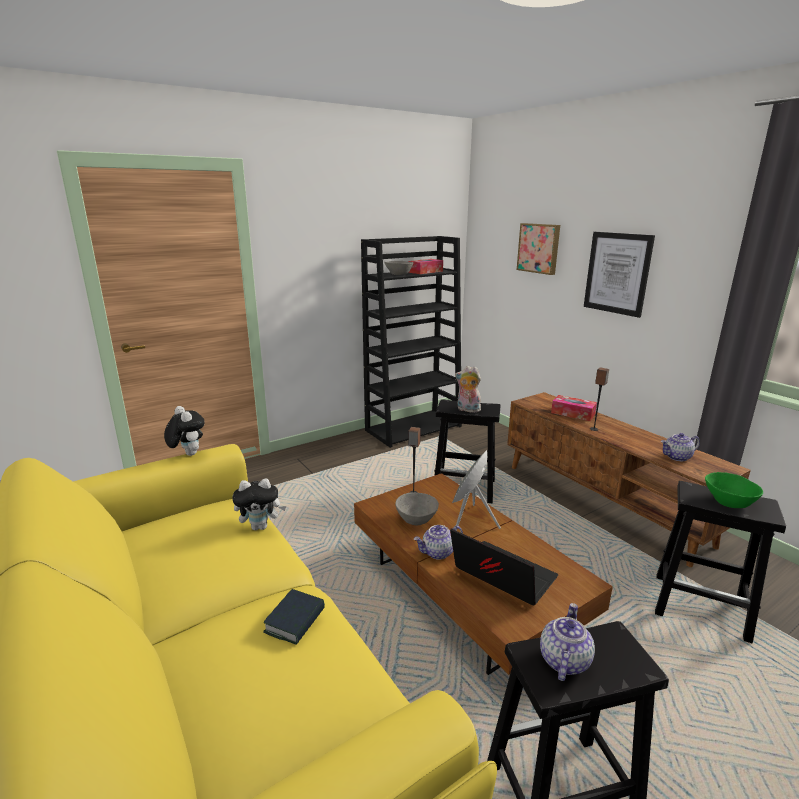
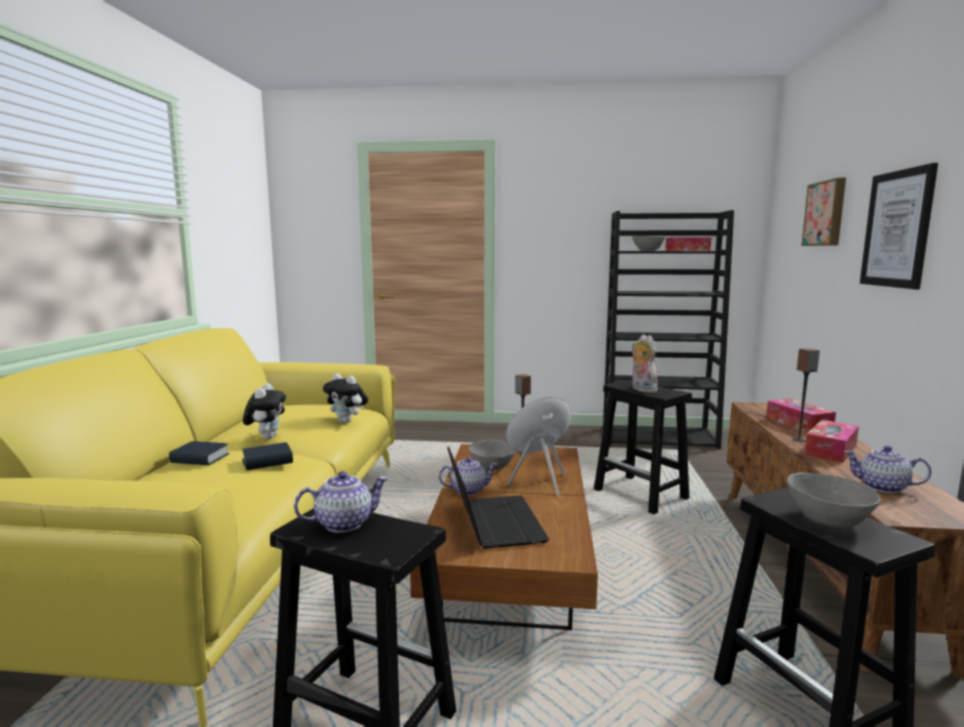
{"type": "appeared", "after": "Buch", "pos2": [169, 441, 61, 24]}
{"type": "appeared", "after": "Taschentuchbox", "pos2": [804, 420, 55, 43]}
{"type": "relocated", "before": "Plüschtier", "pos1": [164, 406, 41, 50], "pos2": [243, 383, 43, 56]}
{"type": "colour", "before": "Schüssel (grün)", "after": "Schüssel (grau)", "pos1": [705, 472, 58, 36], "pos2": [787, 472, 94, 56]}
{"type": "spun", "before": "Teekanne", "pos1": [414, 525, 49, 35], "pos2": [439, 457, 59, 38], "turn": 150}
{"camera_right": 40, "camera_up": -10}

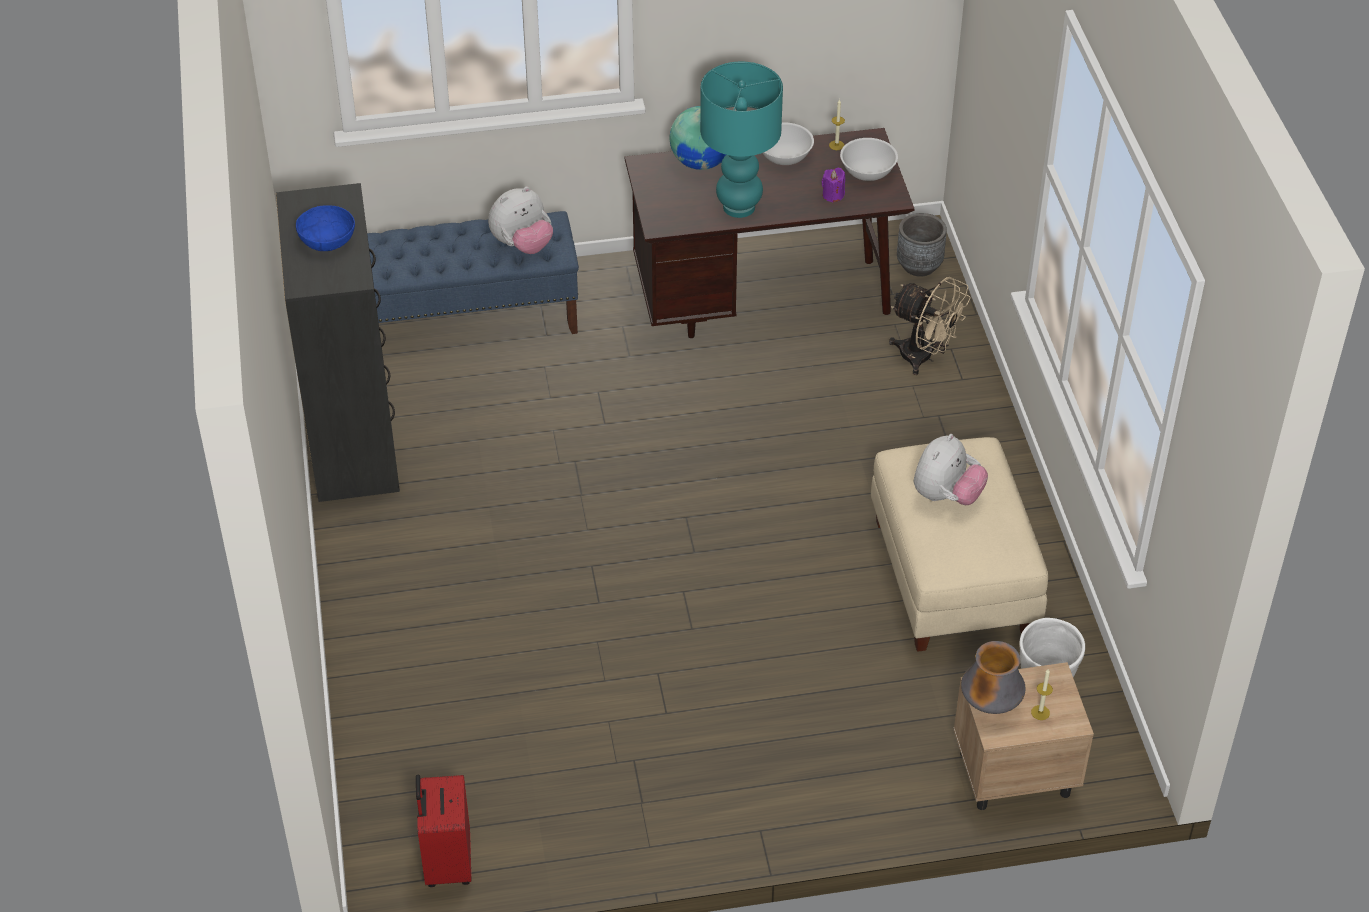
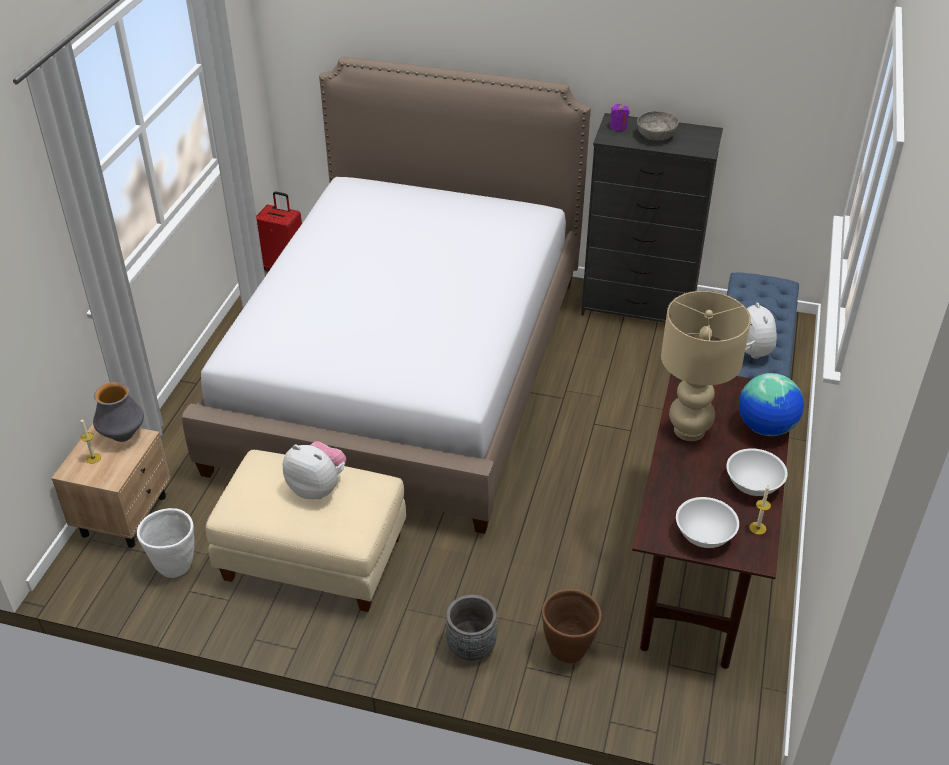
{"type": "appeared", "after": "Bett", "pos2": [182, 57, 409, 477]}
{"type": "relocated", "before": "Kerze (lila)", "pos1": [822, 168, 23, 35], "pos2": [610, 104, 20, 27]}
{"type": "relocated", "before": "Pflanzkübel (grau)", "pos1": [897, 213, 50, 64], "pos2": [446, 595, 51, 66]}
{"type": "exchanged", "before": "Ventilator (beige)", "after": "Pflanzkübel (braun)", "pos1": [889, 277, 82, 98], "pos2": [542, 589, 60, 74]}
{"type": "colour", "before": "Schüssel (blau)", "after": "Schüssel (grau)", "pos1": [296, 205, 59, 46], "pos2": [637, 111, 42, 30]}
{"type": "colour", "before": "Tischlampe (türkis)", "after": "Tischlampe (beige)", "pos1": [700, 61, 83, 157], "pos2": [661, 291, 90, 150]}
{"type": "spun", "before": "Plüschtier", "pos1": [913, 434, 75, 71], "pos2": [283, 441, 63, 58], "turn": 150}
{"camera_right": 115, "camera_up": -5}

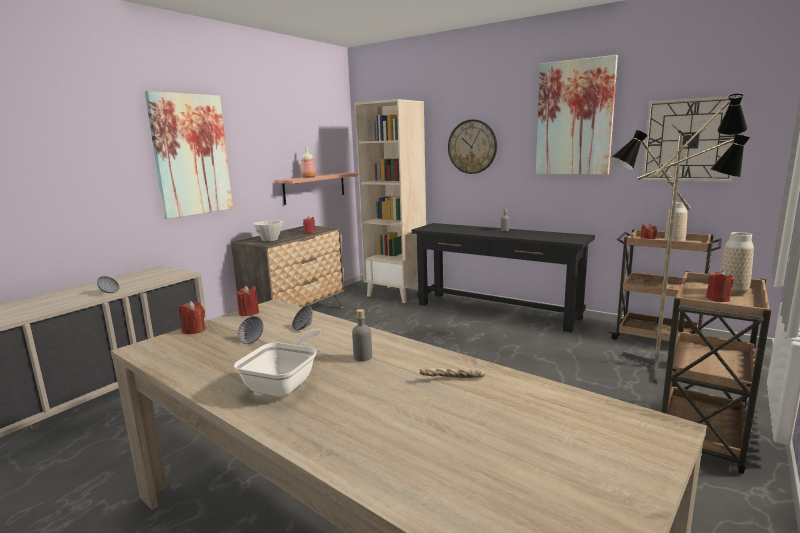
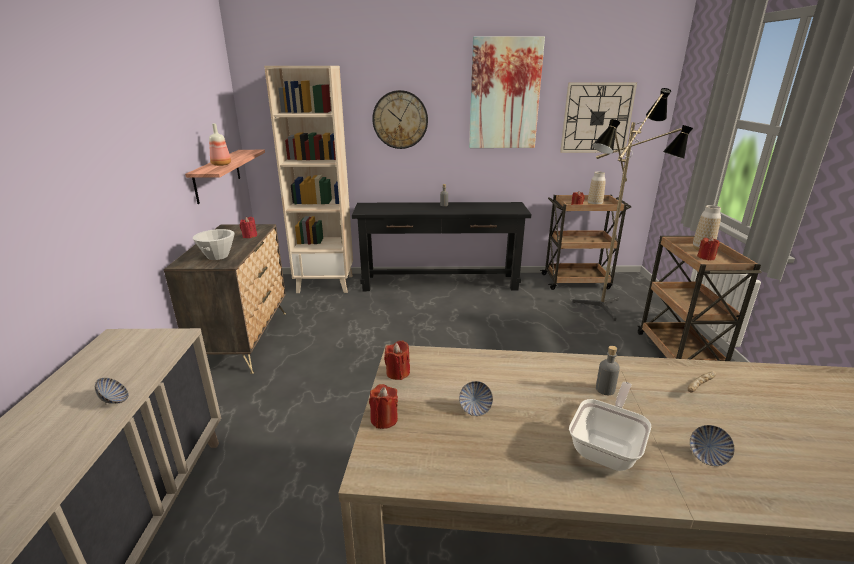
{"type": "missing", "before": "Bild", "pos1": [145, 91, 88, 128]}
{"type": "relocated", "before": "Schüssel", "pos1": [292, 306, 21, 24], "pos2": [690, 425, 45, 41]}
{"type": "spun", "before": "Pfanne", "pos1": [234, 329, 87, 68], "pos2": [569, 382, 82, 89], "turn": 45}
{"camera_right": -35, "camera_up": 10}

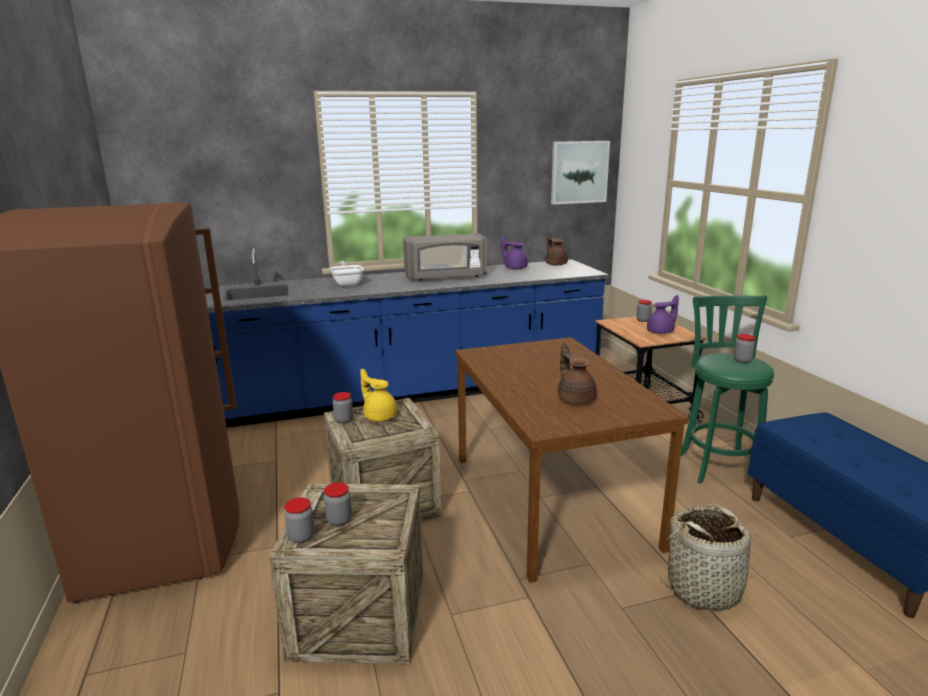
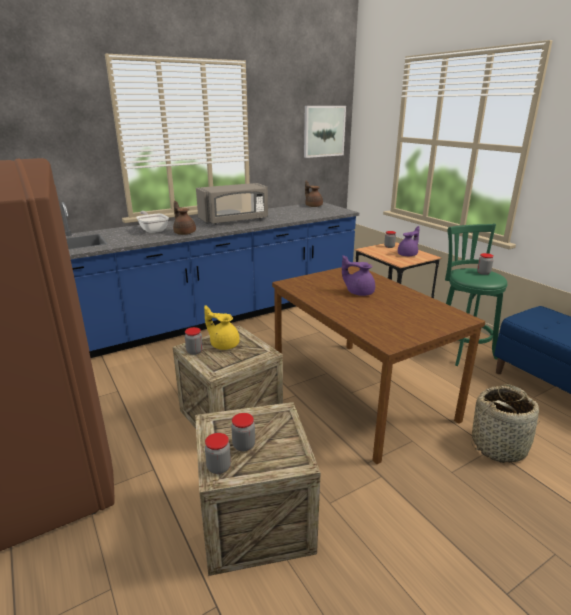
{"type": "relocated", "before": "Teekanne (lila)", "pos1": [501, 236, 27, 33], "pos2": [342, 255, 33, 41]}
{"type": "relocated", "before": "Teekanne (braun)", "pos1": [558, 342, 39, 62], "pos2": [173, 201, 23, 34]}
{"camera_right": -15, "camera_up": 5}

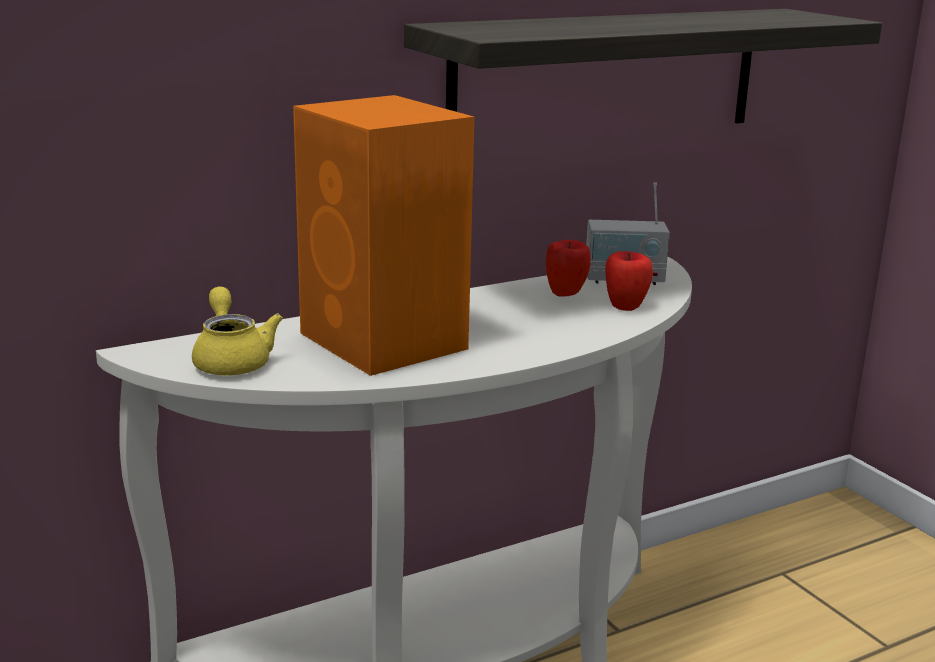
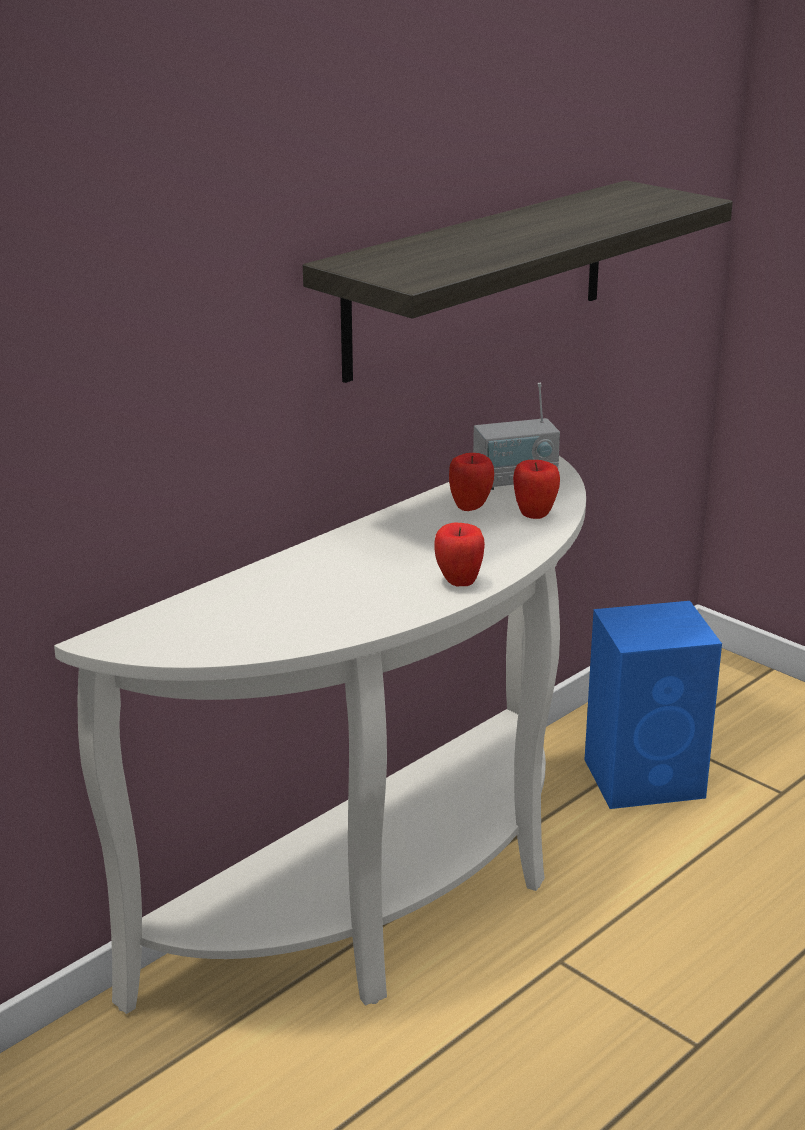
{"type": "missing", "before": "Teekanne (gelb)", "pos1": [192, 287, 91, 89]}
{"type": "missing", "before": "Lautsprecher (orange)", "pos1": [293, 95, 182, 281]}
{"type": "appeared", "after": "Apfel", "pos2": [435, 523, 50, 63]}
{"type": "appeared", "after": "Lautsprecher (blau)", "pos2": [585, 601, 137, 208]}
{"camera_right": -15, "camera_up": 5}

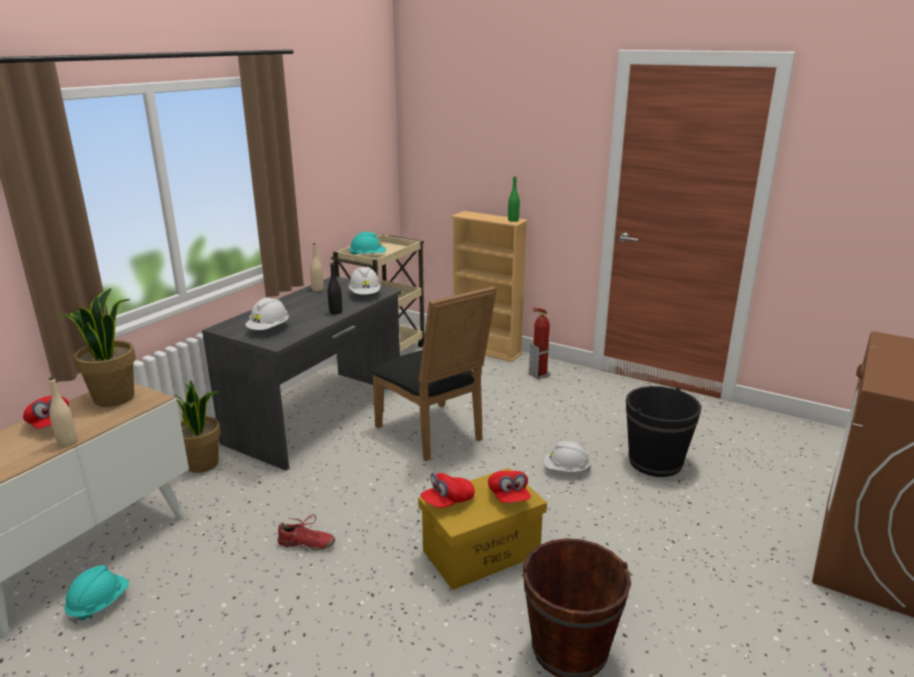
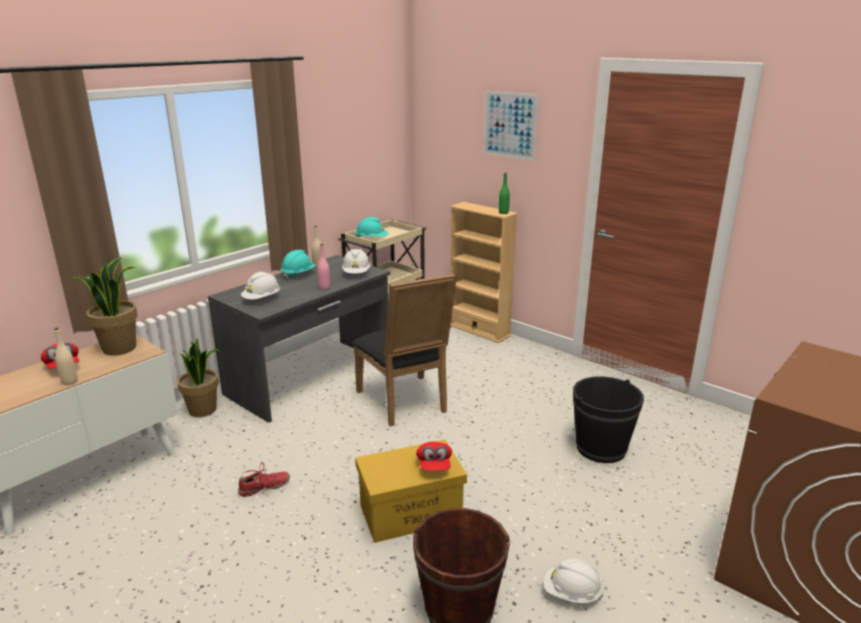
{"type": "missing", "before": "Kappe (rot)", "pos1": [420, 473, 55, 35]}
{"type": "missing", "before": "Feuerlöscher", "pos1": [529, 307, 21, 72]}
{"type": "appeared", "after": "Bild", "pos2": [484, 91, 55, 70]}
{"type": "relocated", "before": "Schutzhelm (türkis)", "pos1": [64, 565, 65, 59], "pos2": [281, 250, 35, 30]}
{"type": "relocated", "before": "Schutzhelm (weiß)", "pos1": [544, 441, 47, 31], "pos2": [544, 558, 59, 45]}
{"type": "colour", "before": "Flasche (schwarz)", "after": "Flasche (rosa)", "pos1": [328, 262, 14, 52], "pos2": [317, 244, 13, 46]}
{"type": "spun", "before": "Schuh (rot)", "pos1": [277, 514, 58, 37], "pos2": [238, 462, 52, 35], "turn": -45}
{"camera_right": 10, "camera_up": 0}

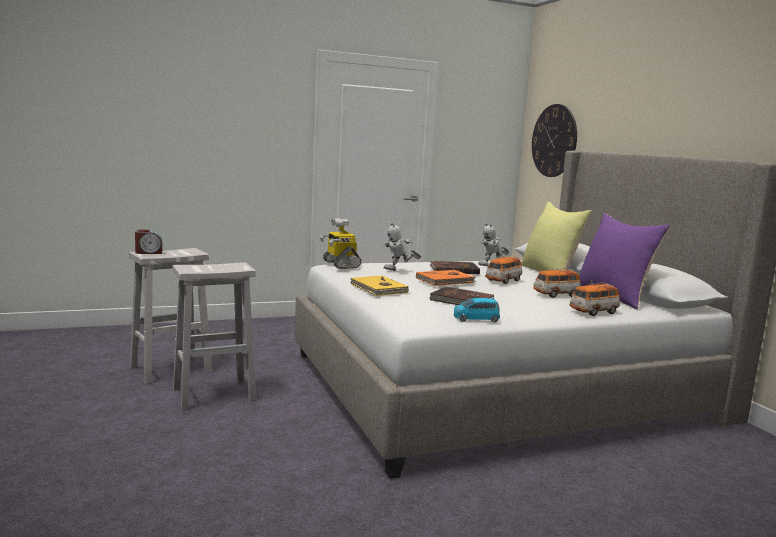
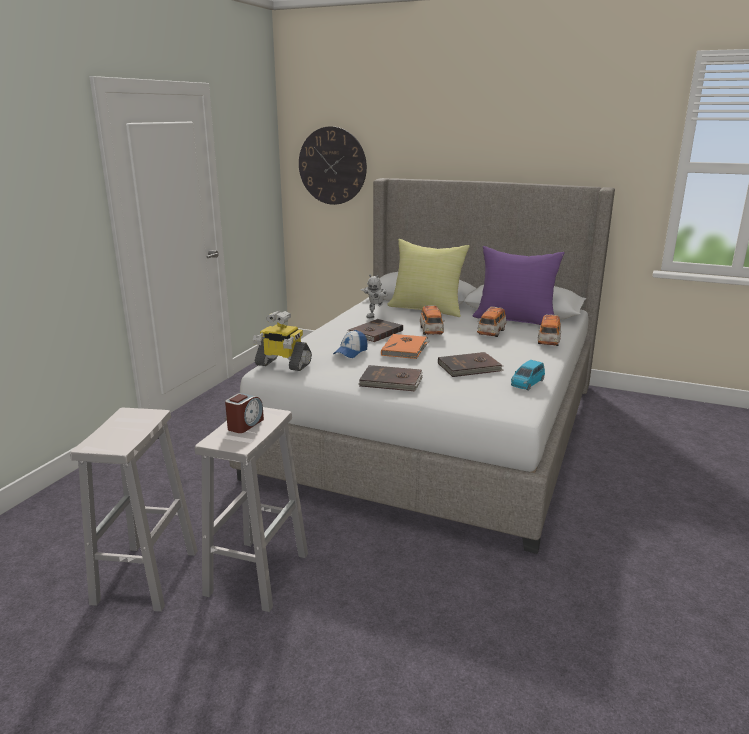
{"type": "relocated", "before": "Wecker", "pos1": [135, 230, 28, 24], "pos2": [225, 393, 39, 40]}
{"type": "exchanged", "before": "Spielzeugroboter", "after": "Kappe", "pos1": [383, 223, 38, 48], "pos2": [333, 330, 35, 28]}
{"type": "colour", "before": "Buch (gelb)", "after": "Buch (braun)", "pos1": [351, 275, 58, 21], "pos2": [358, 365, 65, 27]}
{"camera_right": -45, "camera_up": 10}

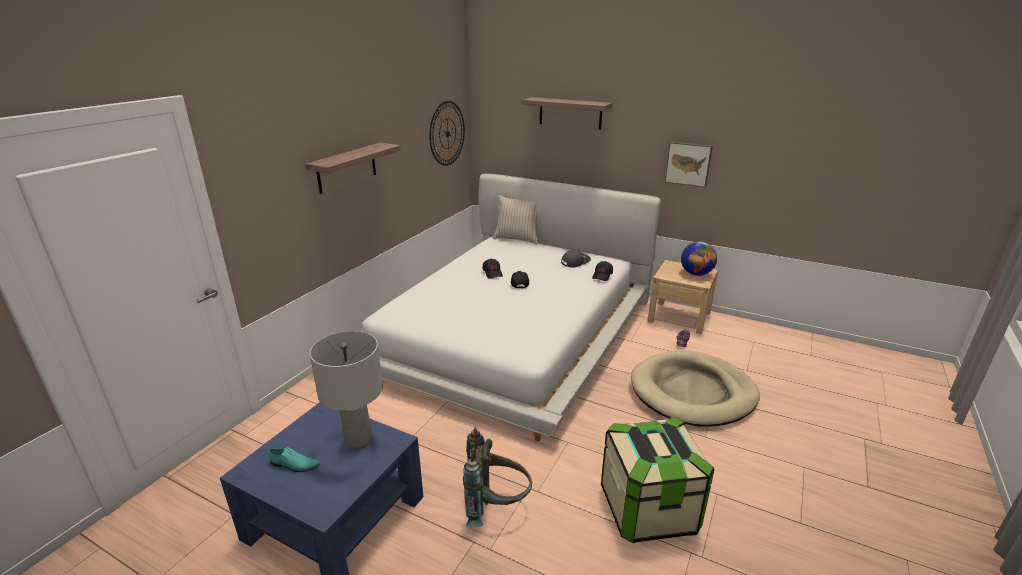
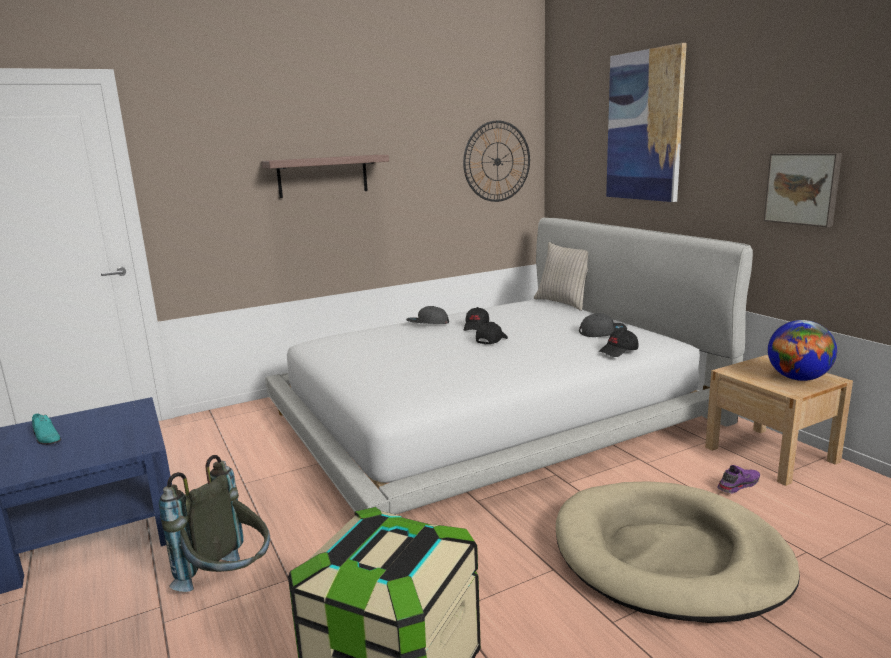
{"type": "missing", "before": "Tischlampe (grau)", "pos1": [310, 331, 73, 119]}
{"type": "appeared", "after": "Kappe (grau)", "pos2": [406, 306, 43, 18]}
{"type": "exchanged", "before": "Wandregal", "after": "Bild", "pos1": [522, 97, 91, 33], "pos2": [606, 43, 81, 159]}
{"camera_right": 35, "camera_up": -10}

